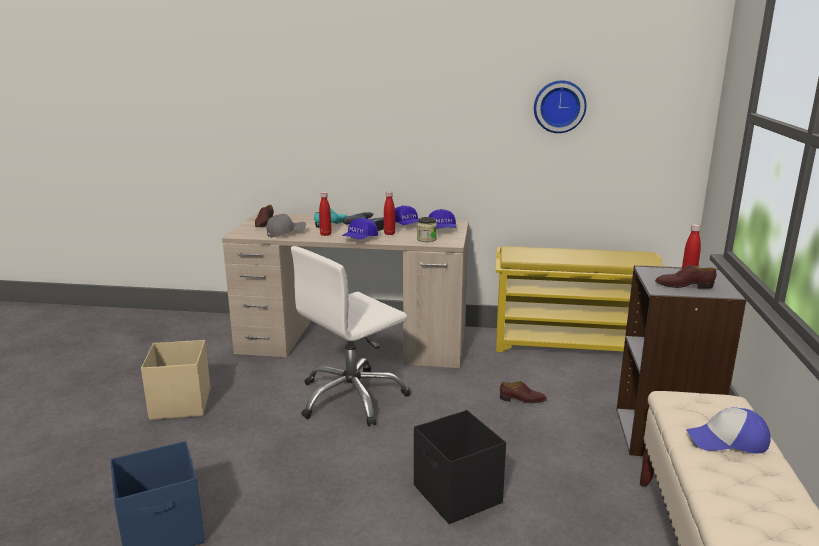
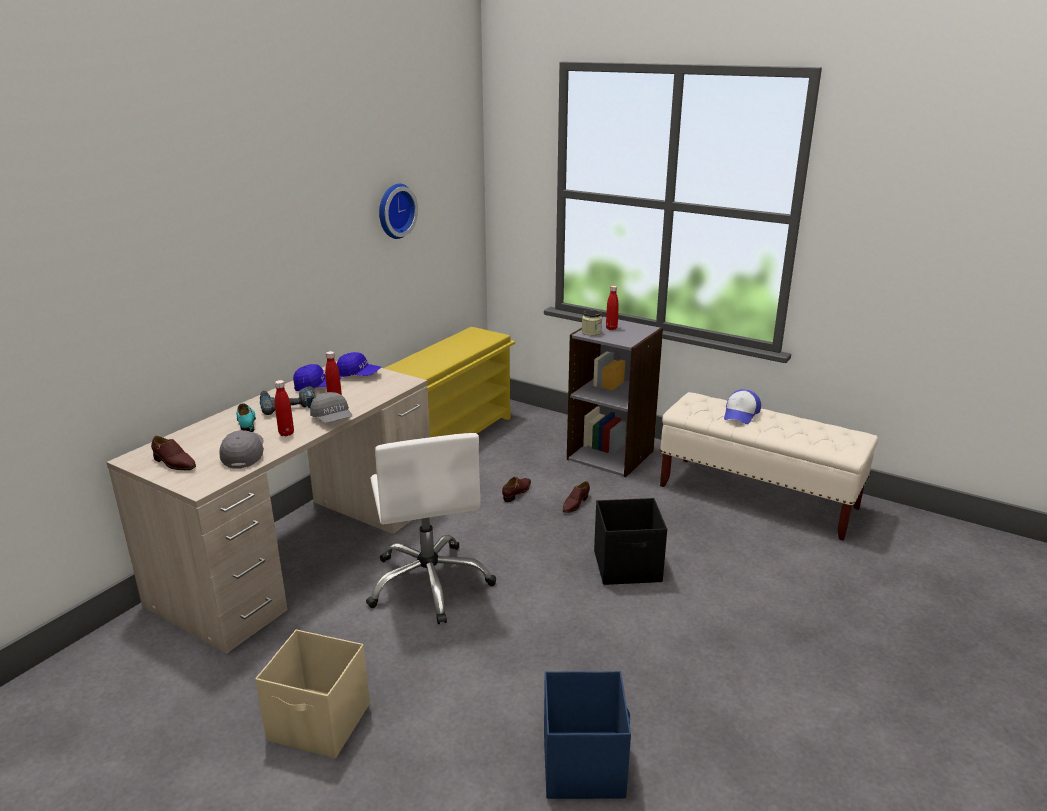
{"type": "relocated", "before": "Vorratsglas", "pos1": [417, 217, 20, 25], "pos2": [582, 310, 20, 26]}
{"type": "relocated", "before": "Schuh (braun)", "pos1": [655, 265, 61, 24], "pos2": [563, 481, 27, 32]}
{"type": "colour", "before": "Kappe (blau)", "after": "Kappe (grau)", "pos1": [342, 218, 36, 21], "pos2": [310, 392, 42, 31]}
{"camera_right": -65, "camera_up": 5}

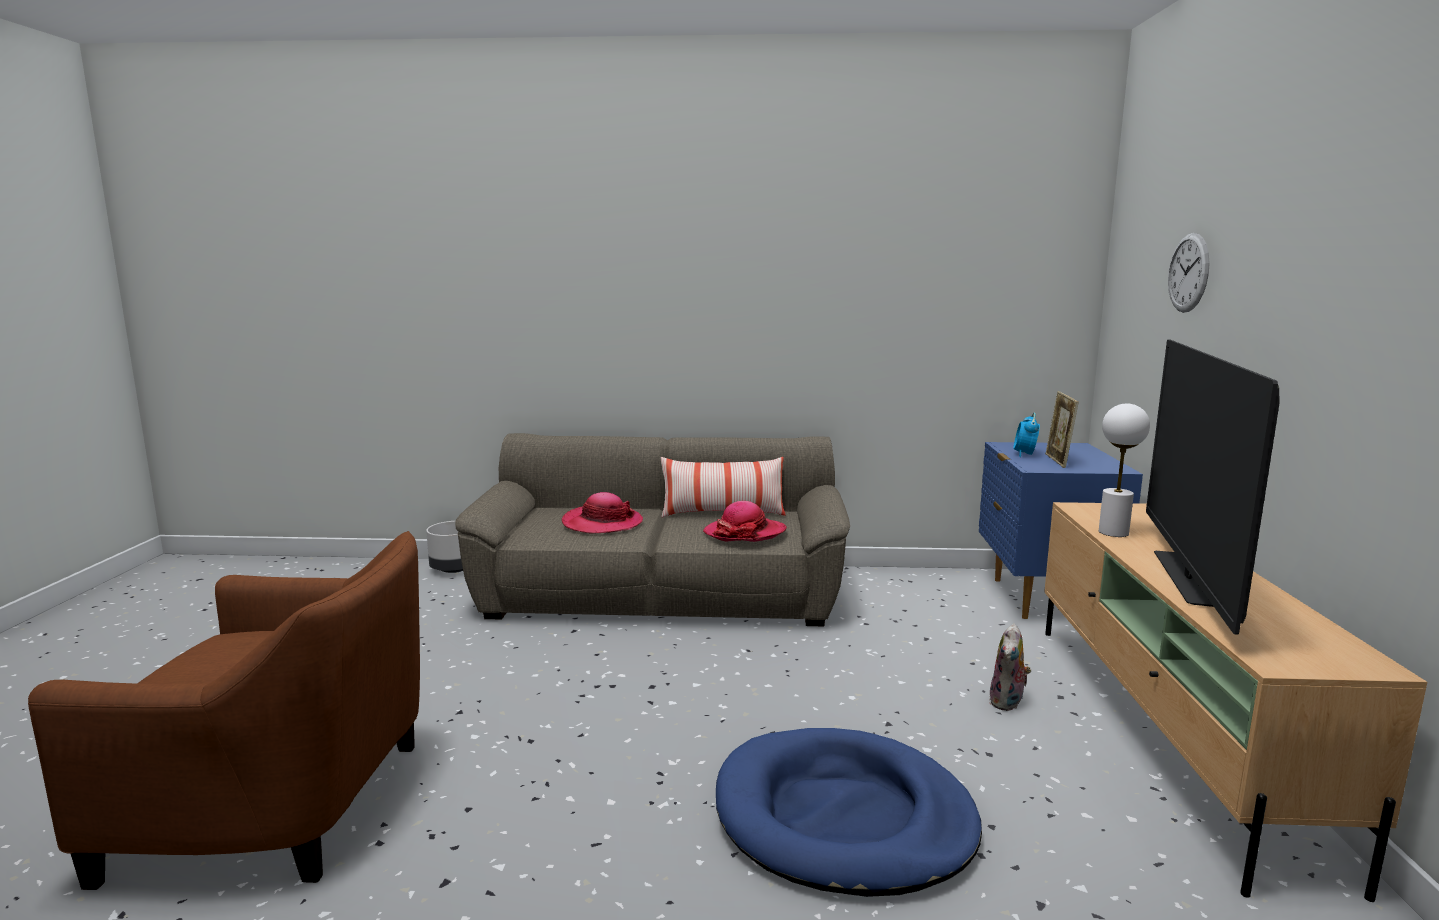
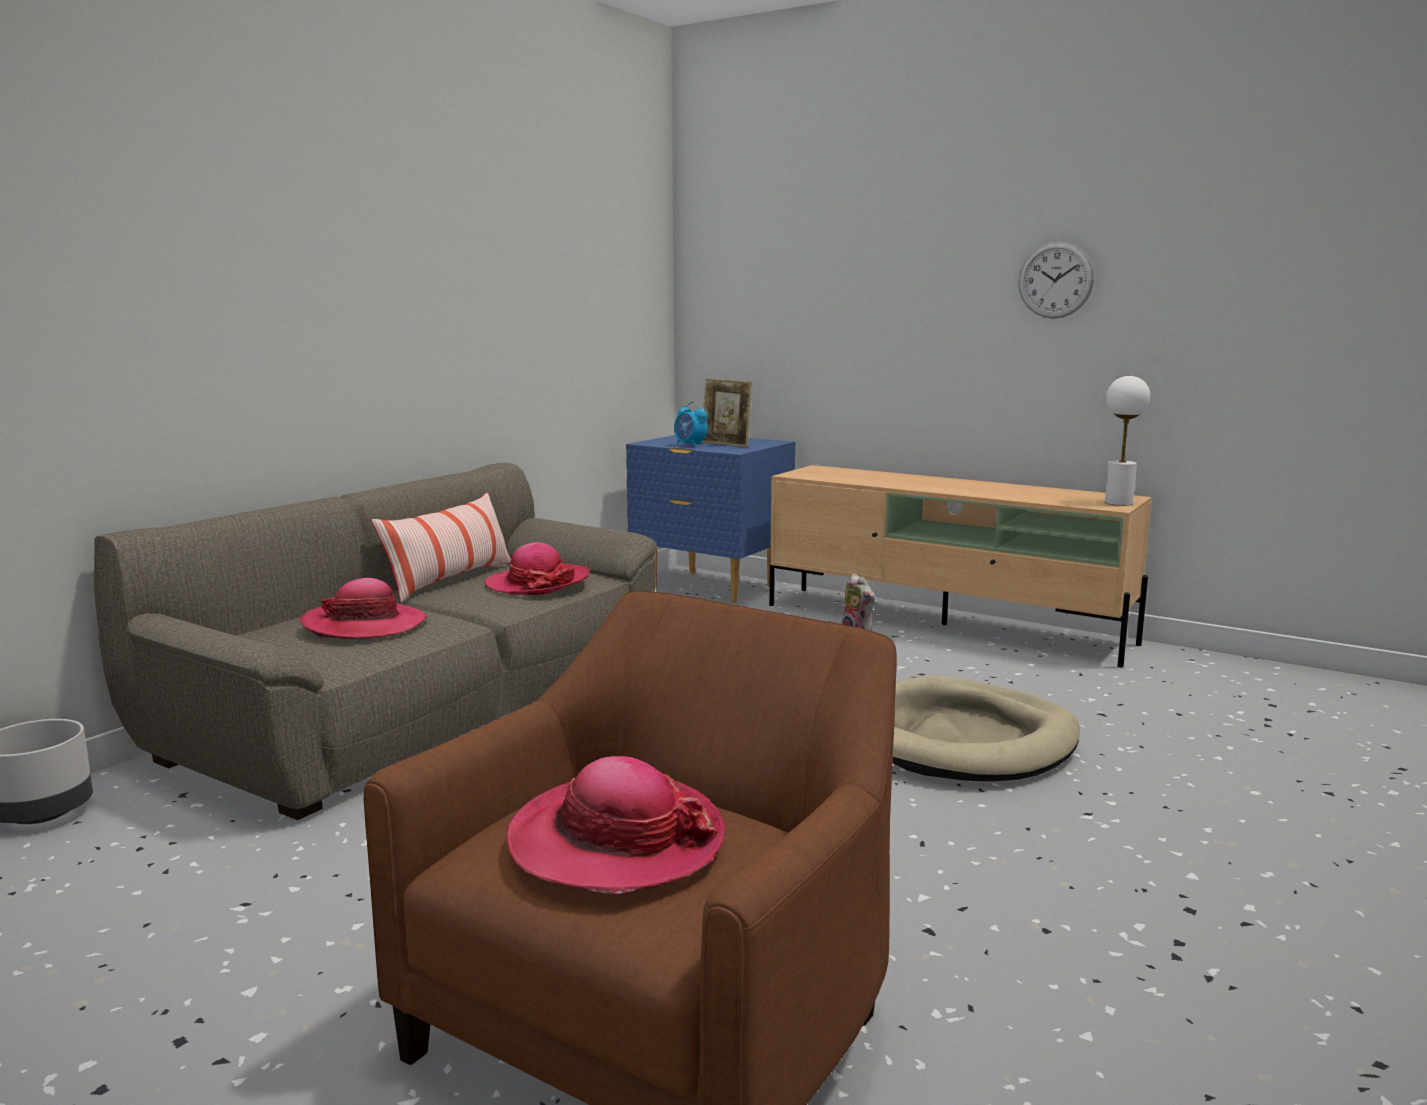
{"type": "missing", "before": "Fernseher", "pos1": [1146, 339, 133, 296]}
{"type": "appeared", "after": "Hut", "pos2": [506, 756, 219, 137]}
{"type": "relocated", "before": "Tischlampe (weiß)", "pos1": [1099, 404, 51, 133], "pos2": [1105, 376, 45, 130]}
{"type": "relocated", "before": "Wanduhr", "pos1": [1168, 233, 41, 80], "pos2": [1019, 242, 75, 77]}
{"type": "colour", "before": "Hundebett (blau)", "after": "Hundebett (beige)", "pos1": [716, 728, 266, 169], "pos2": [893, 676, 187, 105]}
{"camera_right": -60, "camera_up": 0}

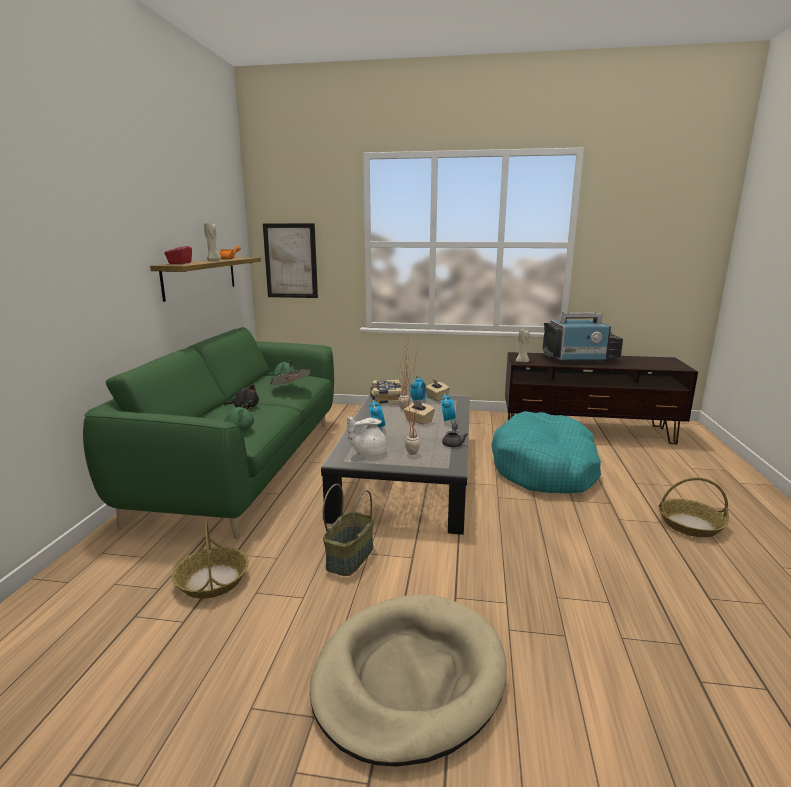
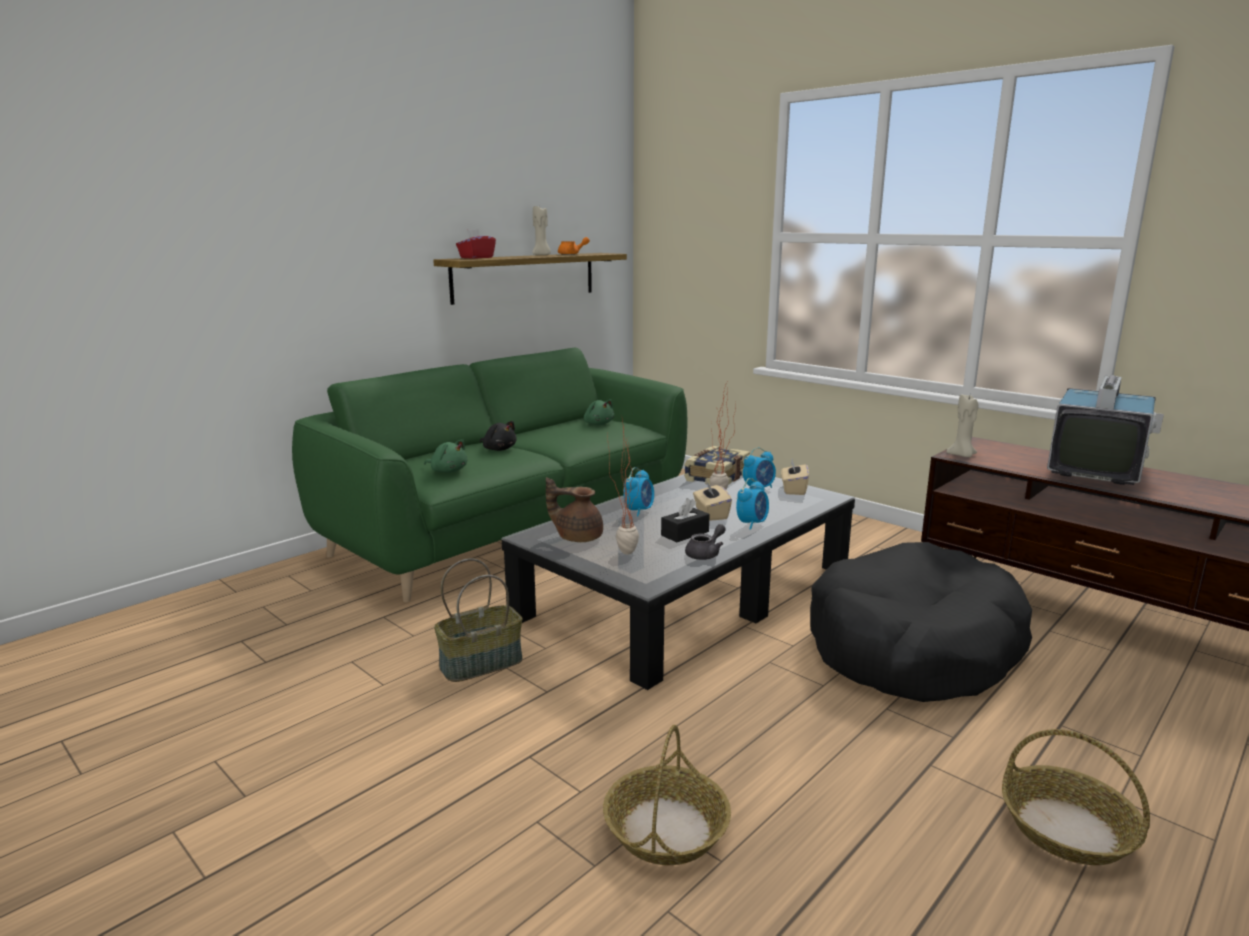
{"type": "missing", "before": "Bild", "pos1": [263, 223, 55, 75]}
{"type": "missing", "before": "Zeitung", "pos1": [270, 369, 40, 16]}
{"type": "missing", "before": "Hundebett (beige)", "pos1": [310, 594, 197, 173]}
{"type": "appeared", "after": "Taschentuchbox (schwarz)", "pos2": [661, 498, 49, 44]}
{"type": "relocated", "before": "Korb", "pos1": [172, 522, 77, 77], "pos2": [603, 725, 128, 140]}
{"type": "colour", "before": "Teekanne (weiß)", "after": "Teekanne (braun)", "pos1": [347, 416, 40, 40], "pos2": [546, 477, 57, 65]}
{"type": "colour", "before": "Hundebett (türkis)", "after": "Hundebett (schwarz)", "pos1": [491, 411, 110, 83], "pos2": [810, 542, 222, 160]}
{"type": "spun", "before": "Fernseher", "pos1": [542, 312, 81, 50], "pos2": [1047, 375, 117, 110], "turn": -90}
{"camera_right": 35, "camera_up": 0}

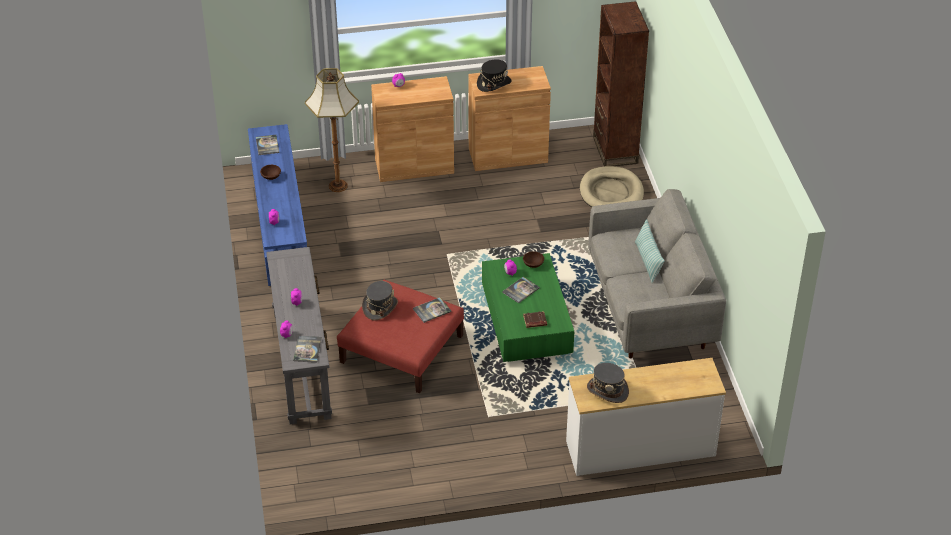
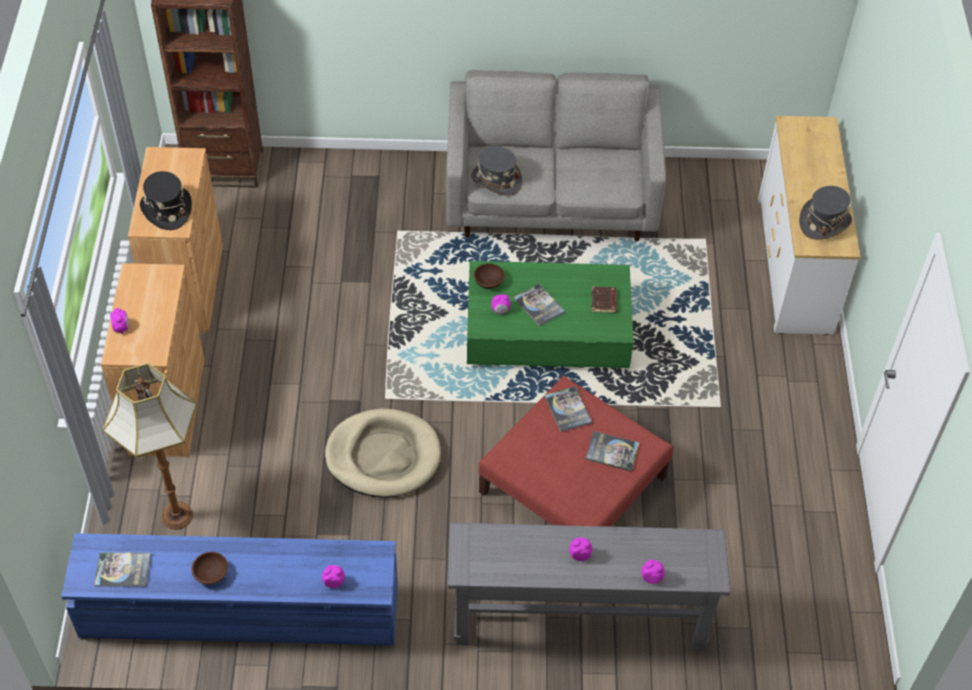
{"type": "missing", "before": "Kissen", "pos1": [635, 219, 29, 64]}
{"type": "relocated", "before": "Buch", "pos1": [293, 336, 29, 26], "pos2": [585, 431, 55, 41]}
{"type": "relocated", "before": "Hut (grau)", "pos1": [362, 281, 36, 39], "pos2": [471, 146, 51, 50]}
{"type": "relocated", "before": "Hundebett (beige)", "pos1": [580, 166, 64, 41], "pos2": [325, 408, 116, 90]}
{"camera_right": -80, "camera_up": 10}

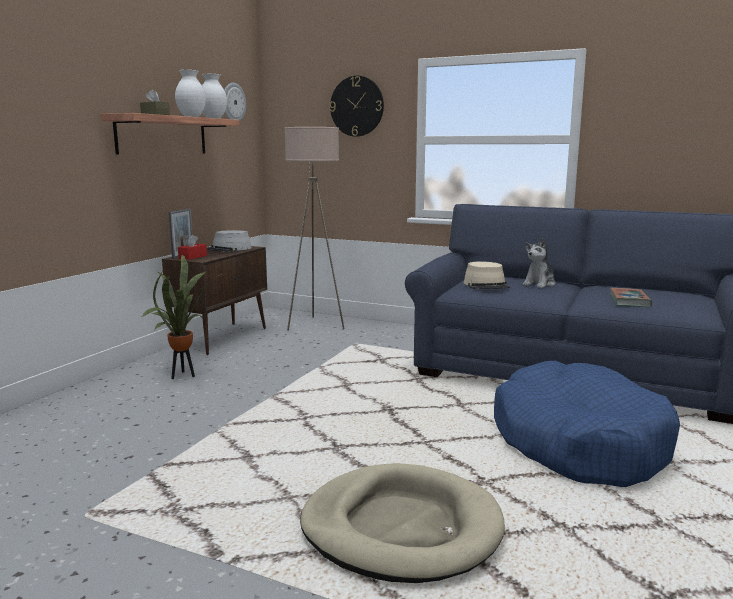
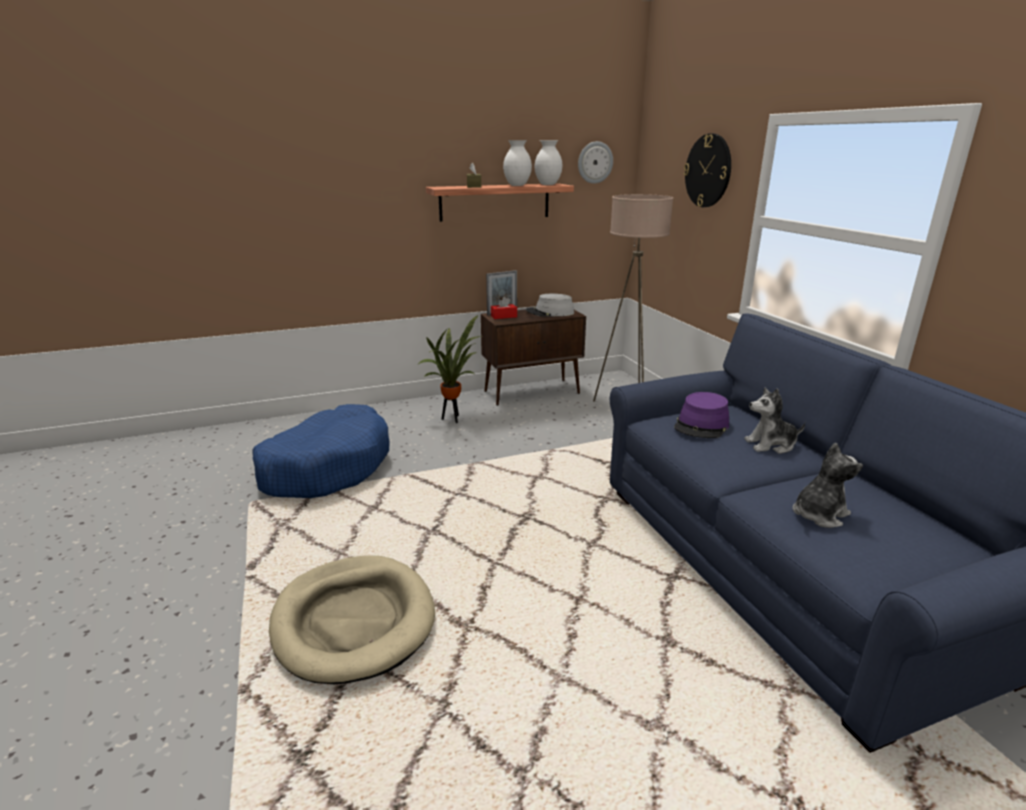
{"type": "relocated", "before": "Hundebett (blau)", "pos1": [494, 361, 186, 126], "pos2": [252, 404, 137, 94]}
{"type": "exchanged", "before": "Buch", "after": "Plüschtier", "pos1": [610, 288, 42, 19], "pos2": [793, 443, 70, 85]}
{"type": "colour", "before": "Hut (beige)", "after": "Hut (lila)", "pos1": [464, 261, 47, 28], "pos2": [674, 392, 55, 46]}
{"camera_right": 45, "camera_up": 10}

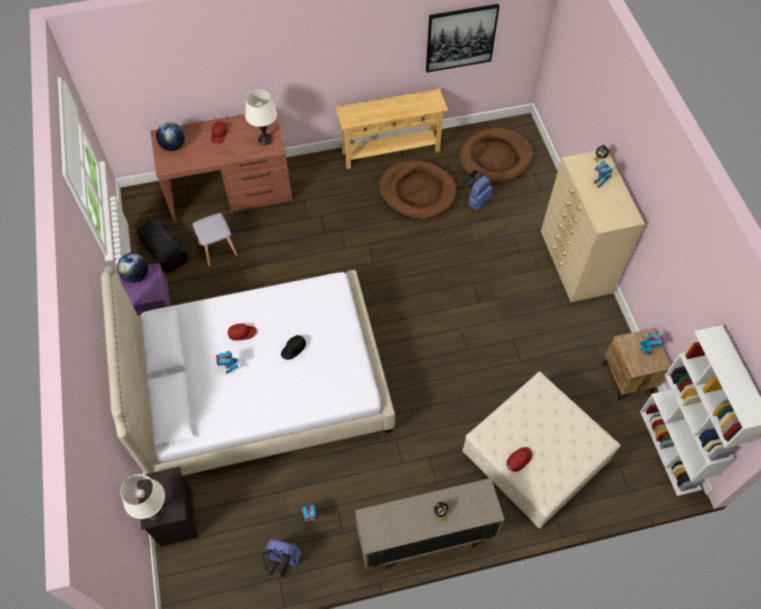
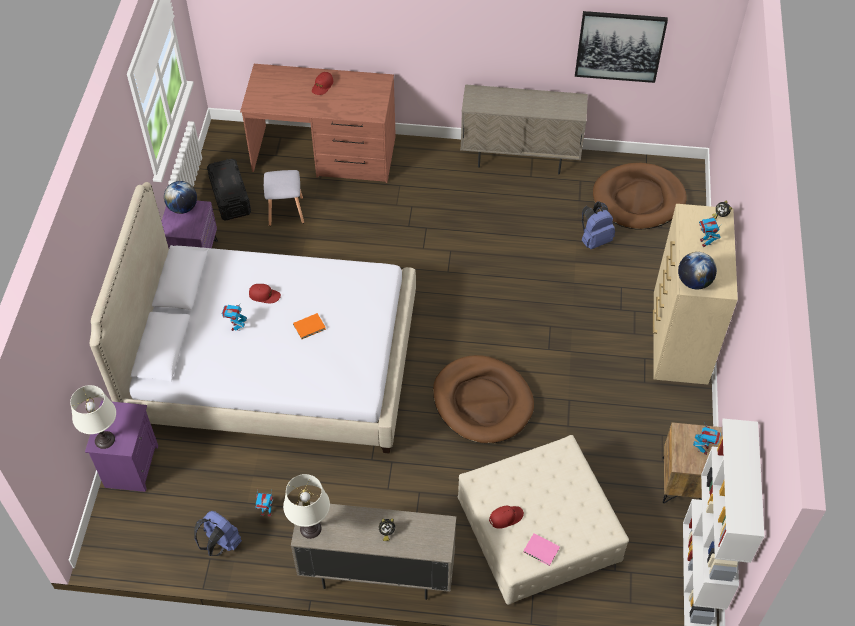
{"type": "appeared", "after": "Buch (rosa)", "pos2": [524, 533, 36, 33]}
{"type": "relocated", "before": "Globus", "pos1": [156, 122, 29, 29], "pos2": [678, 252, 39, 37]}
{"type": "relocated", "before": "Tischlampe (weiß)", "pos1": [245, 90, 32, 55], "pos2": [283, 474, 47, 65]}
{"type": "relocated", "before": "Hundebett (braun)", "pos1": [379, 160, 78, 59], "pos2": [433, 355, 101, 89]}
{"type": "exchanged", "before": "Kappe (schwarz)", "after": "Buch (orange)", "pos1": [281, 335, 25, 25], "pos2": [293, 313, 33, 26]}
{"type": "exchanged", "before": "Konsolentisch (beige)", "after": "Schrank (beige)", "pos1": [335, 89, 113, 80], "pos2": [460, 84, 128, 90]}
{"type": "colour", "before": "Nachttisch (schwarz)", "after": "Nachttisch (lila)", "pos1": [137, 467, 61, 79], "pos2": [85, 401, 73, 91]}
{"camera_right": 20, "camera_up": -5}

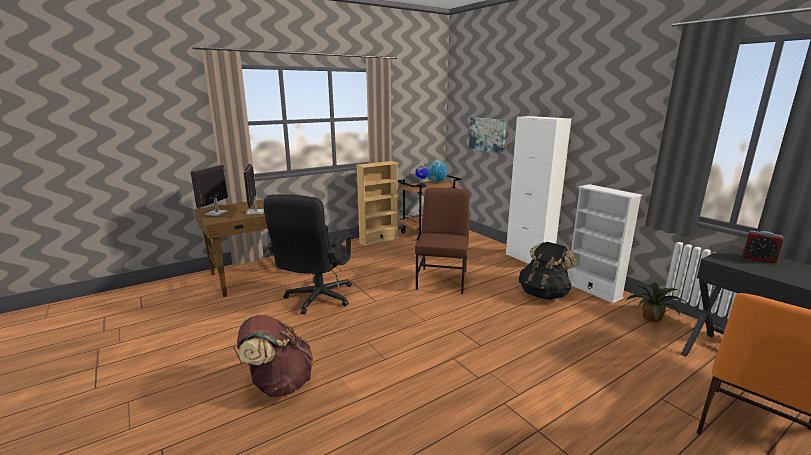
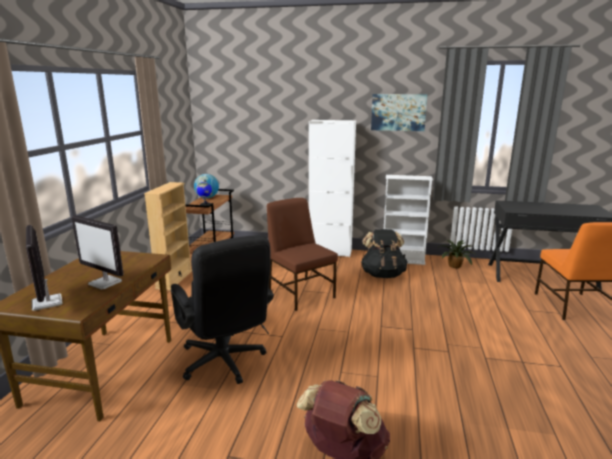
{"type": "missing", "before": "Wecker", "pos1": [743, 231, 40, 32]}
{"type": "relocated", "before": "Bild", "pos1": [469, 117, 38, 37], "pos2": [371, 94, 56, 37]}
{"camera_right": -45, "camera_up": 0}

